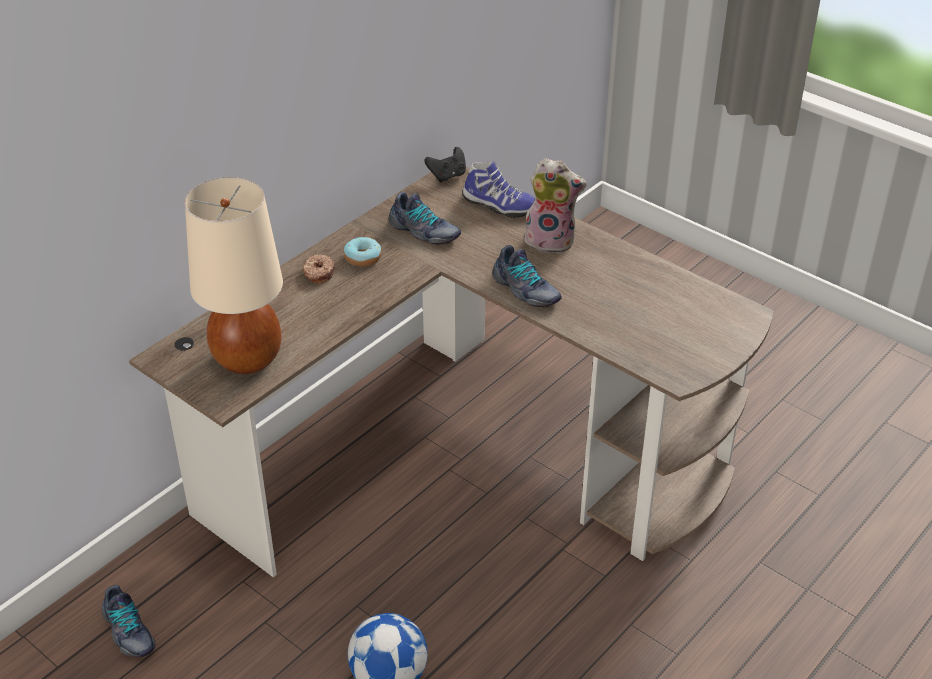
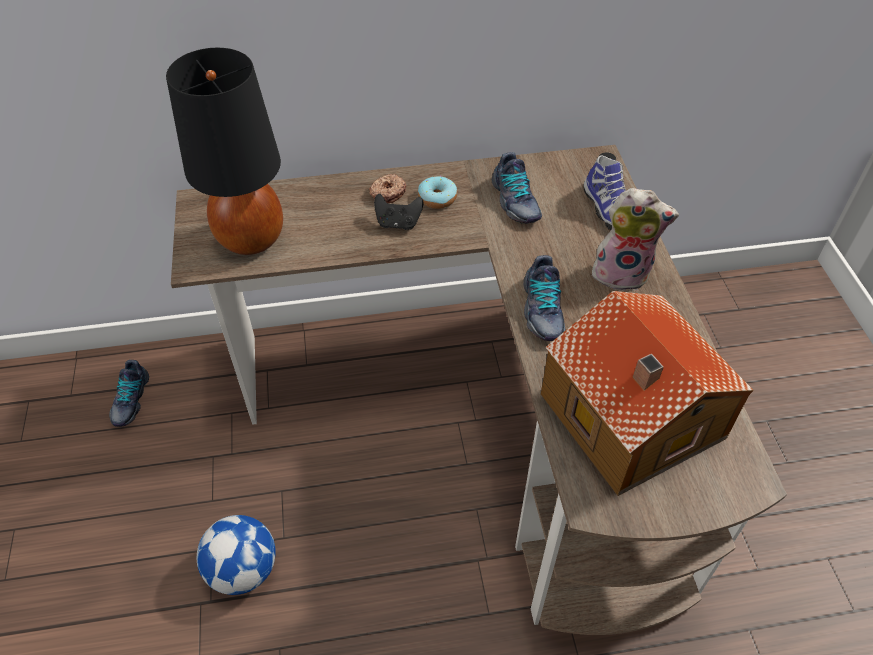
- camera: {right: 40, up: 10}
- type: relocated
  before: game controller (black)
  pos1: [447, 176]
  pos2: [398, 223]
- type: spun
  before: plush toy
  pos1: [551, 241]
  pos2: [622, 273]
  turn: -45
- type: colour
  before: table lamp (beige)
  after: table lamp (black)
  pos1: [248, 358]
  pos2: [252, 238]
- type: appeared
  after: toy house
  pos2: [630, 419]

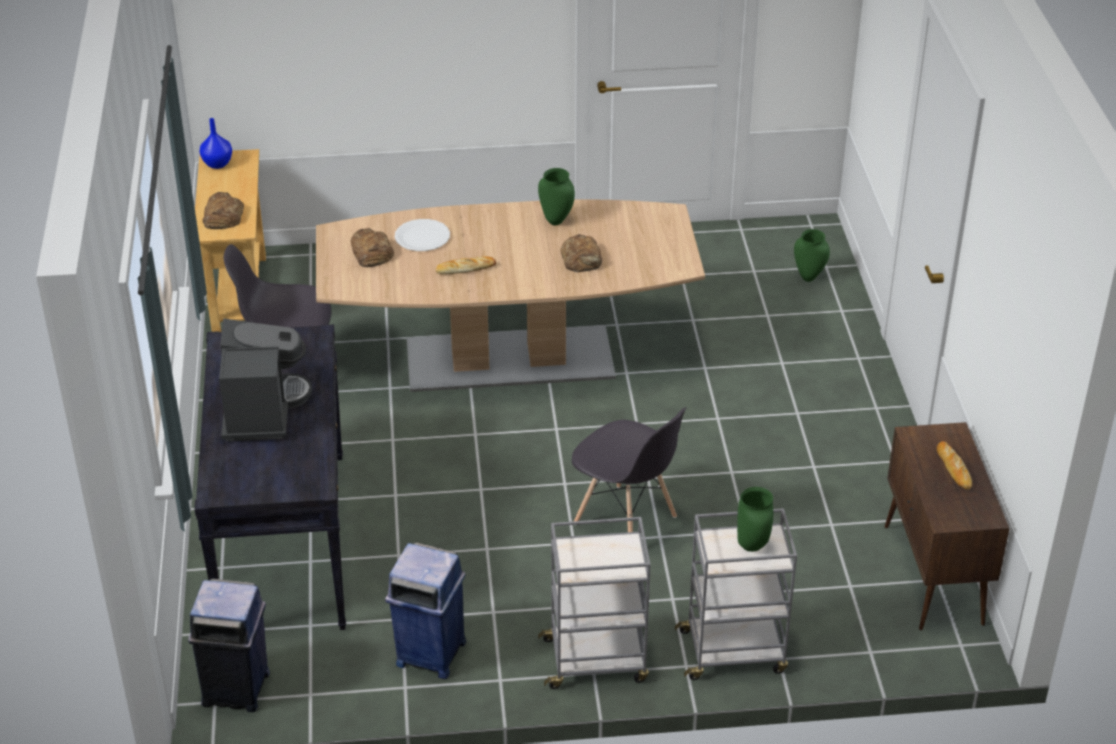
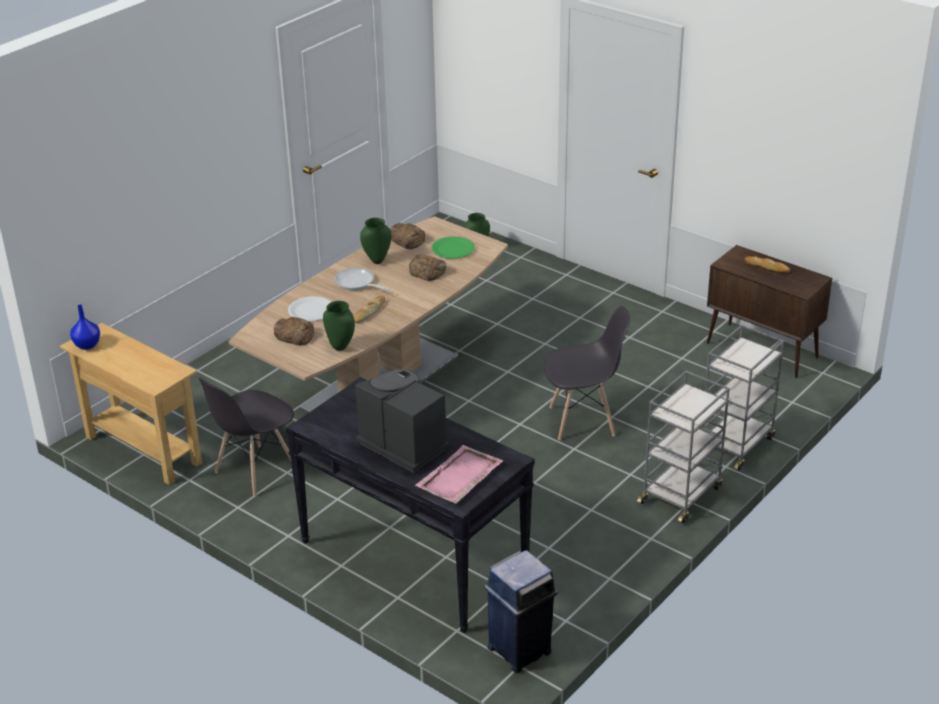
- camera: {right: -45, up: -5}
- type: relocated
  before: bread
  pos1: [223, 216]
  pos2: [407, 240]
- type: relocated
  before: vase (green)
  pos1: [751, 546]
  pos2: [340, 347]
- type: missing
  before: trash can (blue)
  pos1: [430, 653]
- type: appeared
  after: plate (green)
  pos2: [452, 249]
- type: appeared
  after: frying pan
  pos2: [357, 283]
- type: appeared
  after: tray (pink)
  pos2: [458, 477]

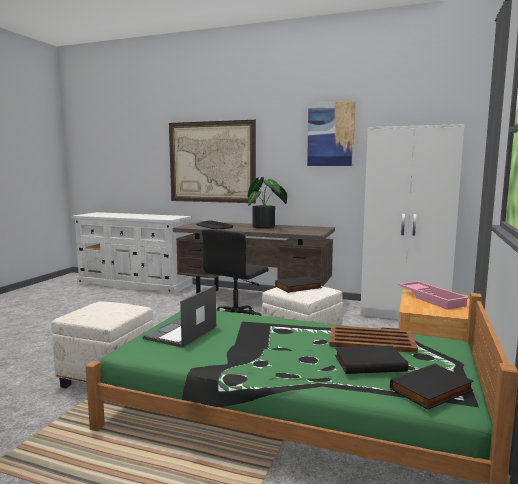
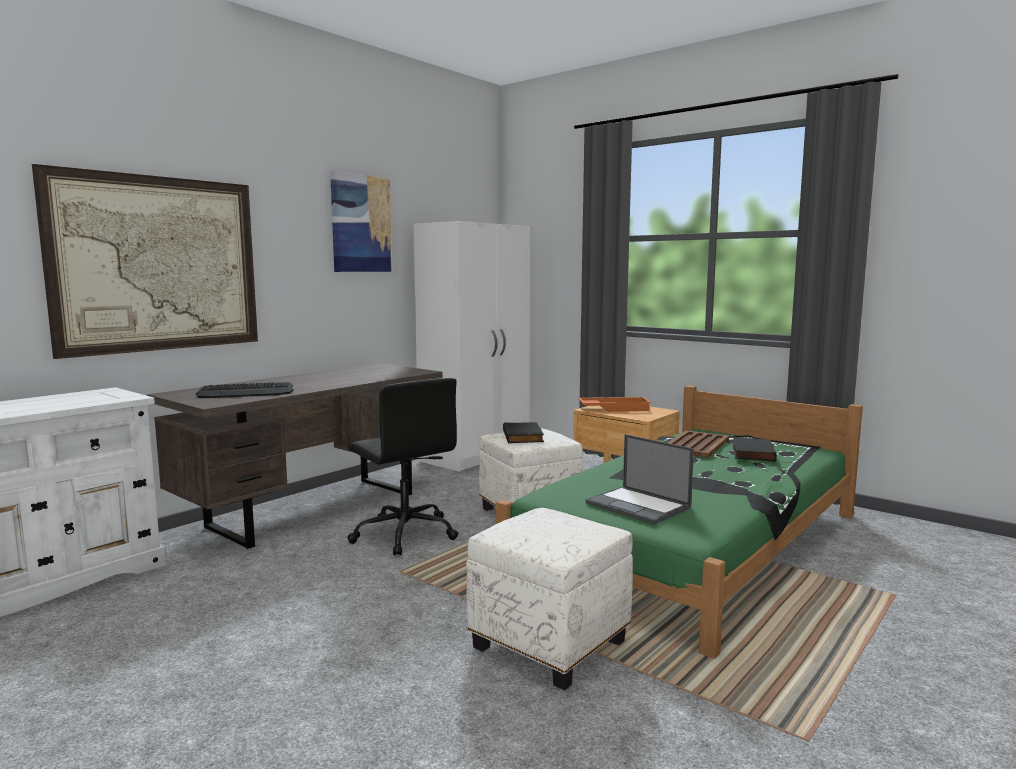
- camera: {right: -70, up: 0}
- type: missing
  before: potted plant
  pos1: [266, 227]
- type: colour
  before: tray (pink)
  after: tray (orange)
  pos1: [432, 299]
  pos2: [614, 408]
- type: missing
  before: book (black)
  pos1: [432, 391]

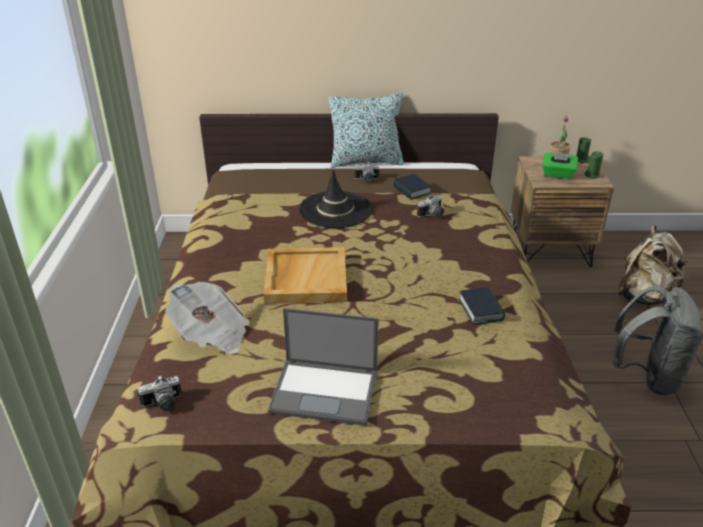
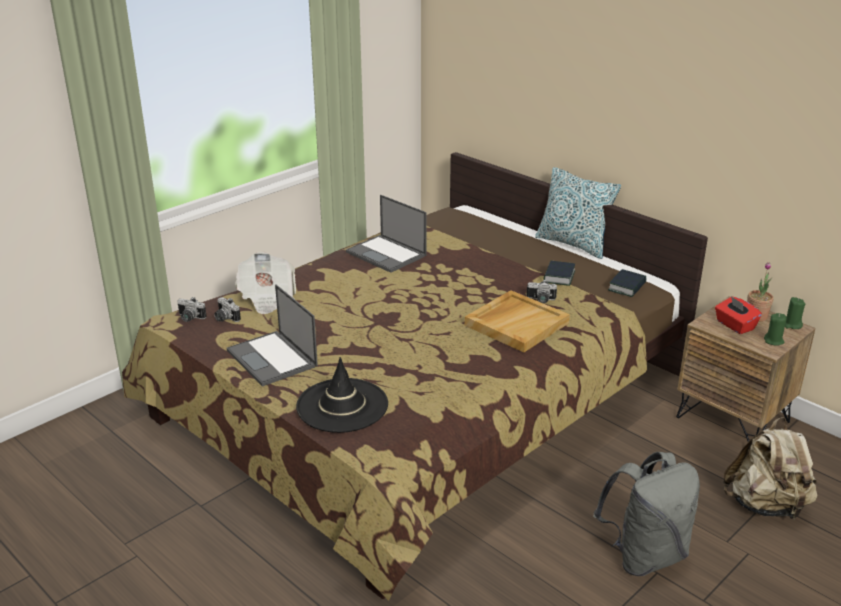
- camera: {right: 45, up: -5}
- type: colour
  before: tissue box (green)
  after: tissue box (red)
  pos1: [557, 175]
  pos2: [734, 325]
- type: relocated
  before: photo camera
  pos1: [366, 180]
  pos2: [225, 318]
- type: relocated
  before: hat (black)
  pos1: [335, 210]
  pos2: [342, 406]
- type: relocated
  before: tray (beige)
  pos1: [305, 278]
  pos2: [516, 323]
- type: relocated
  before: book
  pos1: [481, 310]
  pos2: [627, 287]
- type: appeared
  after: laptop
  pos2: [387, 254]

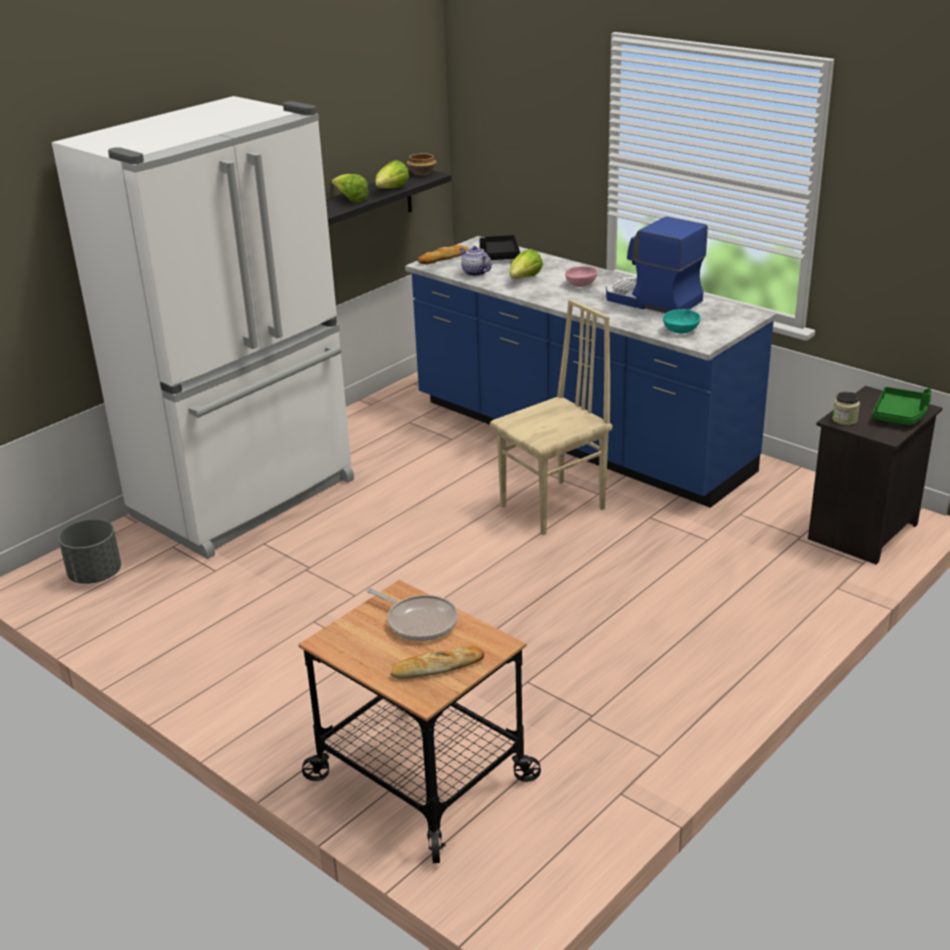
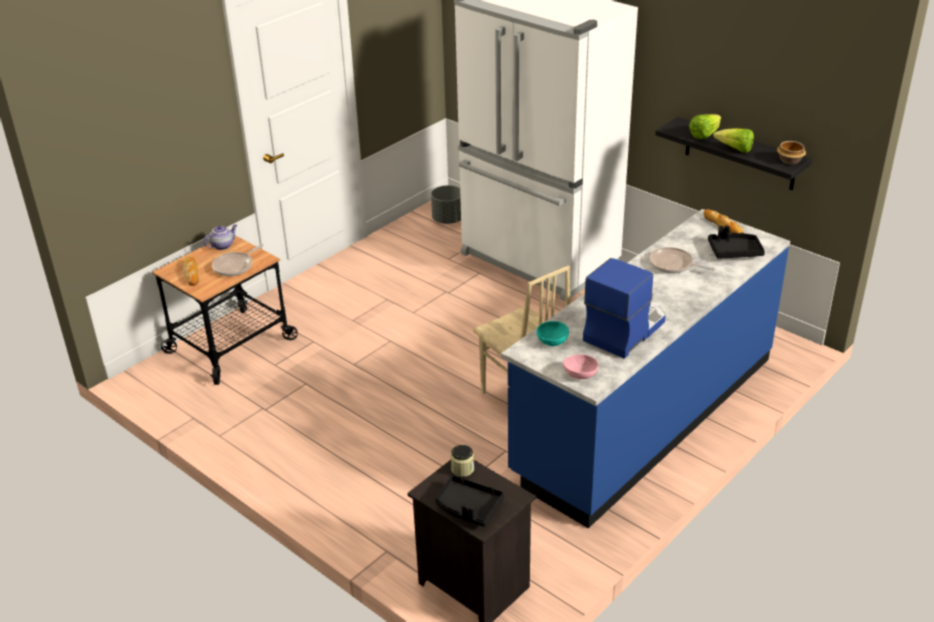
- camera: {right: 90, up: 5}
- type: relocated
  before: teapot
  pos1: [474, 272]
  pos2: [222, 245]
- type: exchanged
  before: lettuce
  after: frying pan
  pos1: [524, 279]
  pos2: [673, 265]
- type: relocated
  before: bowl (pink)
  pos1: [580, 284]
  pos2: [580, 374]
- type: colour
  before: tray (green)
  after: tray (black)
  pos1: [900, 415]
  pos2: [468, 507]

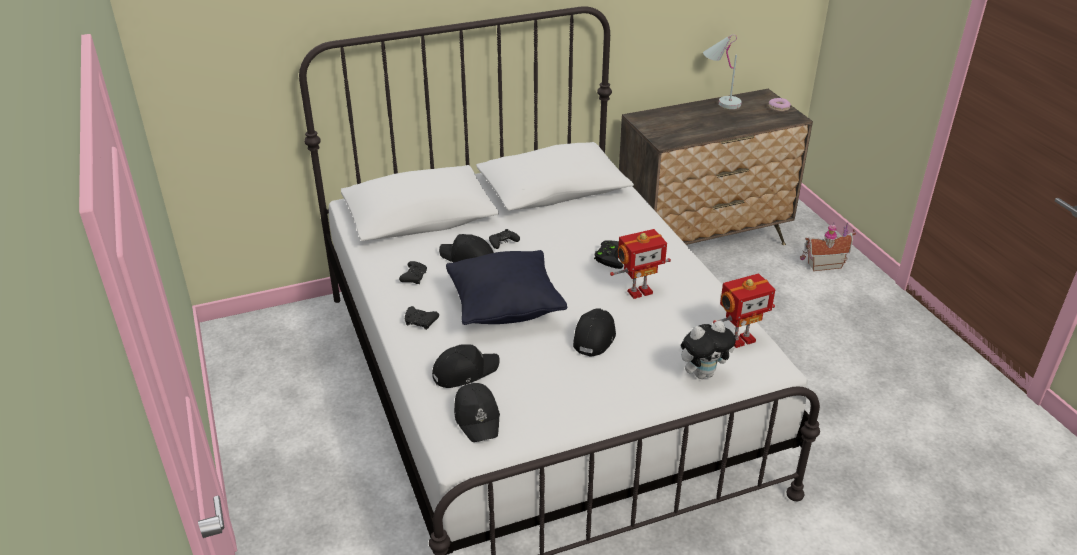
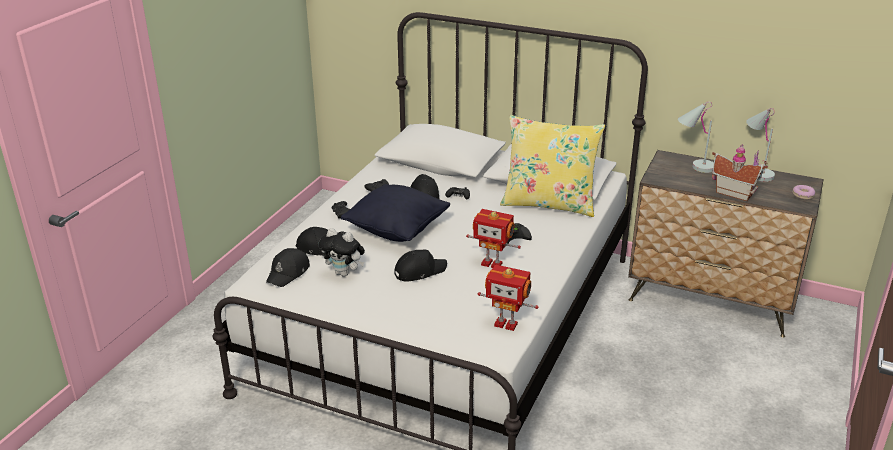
- camera: {right: 45, up: -5}
- type: relocated
  before: toy house
  pos1: [822, 264]
  pos2: [734, 192]
- type: relocated
  before: plush toy
  pos1: [703, 373]
  pos2: [344, 273]
- type: appeared
  after: table lamp (white)
  pos2: [692, 166]
- type: appeared
  after: pillow (yellow)
  pos2: [549, 203]

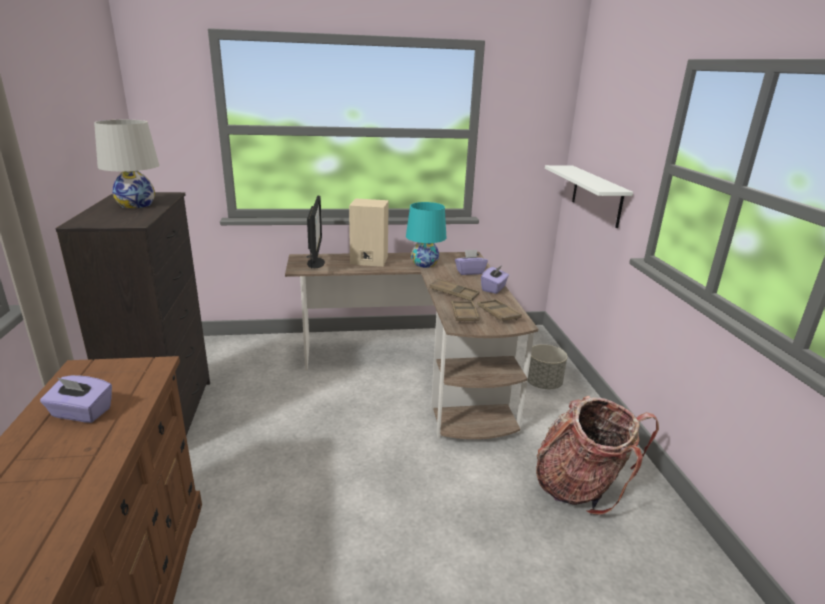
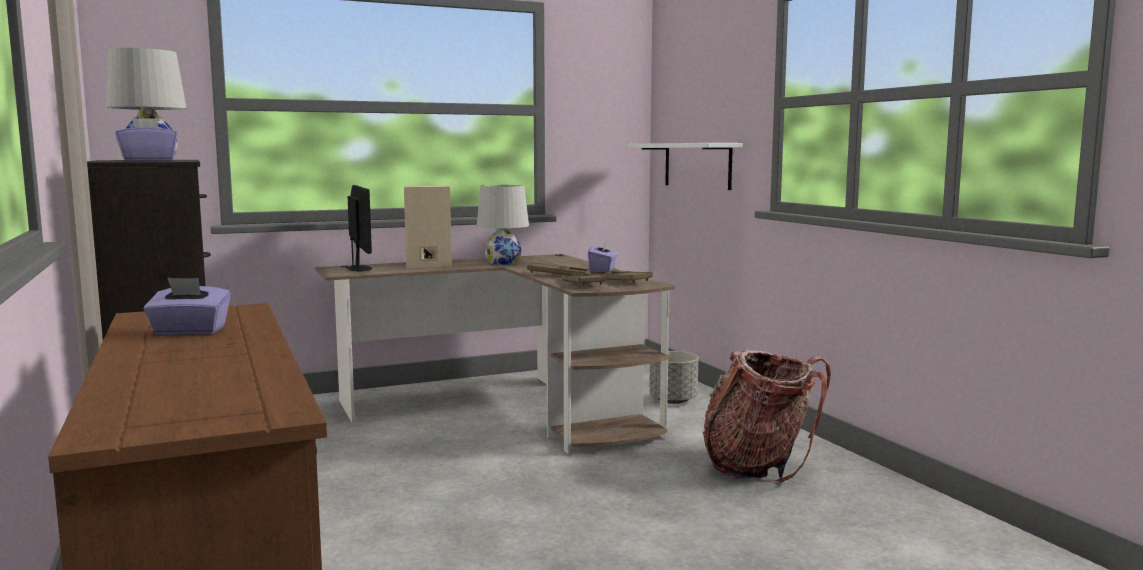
- camera: {right: -15, up: -15}
- type: colour
  before: table lamp (turquoise)
  after: table lamp (white)
  pos1: [424, 264]
  pos2: [503, 262]
- type: relocated
  before: tissue box (purple)
  pos1: [469, 272]
  pos2: [148, 160]

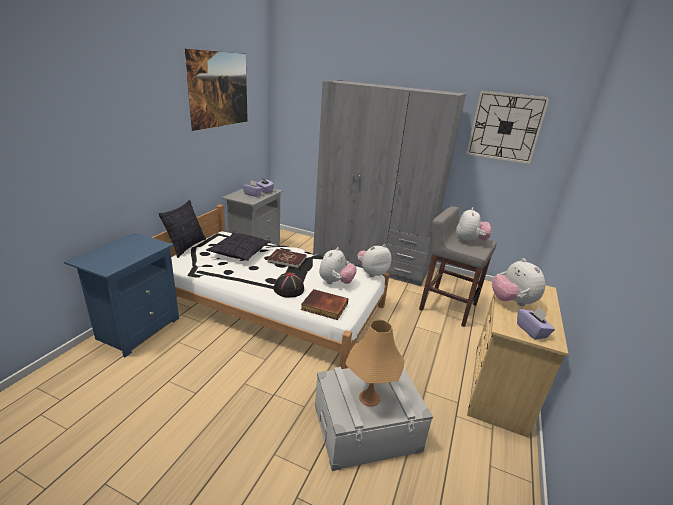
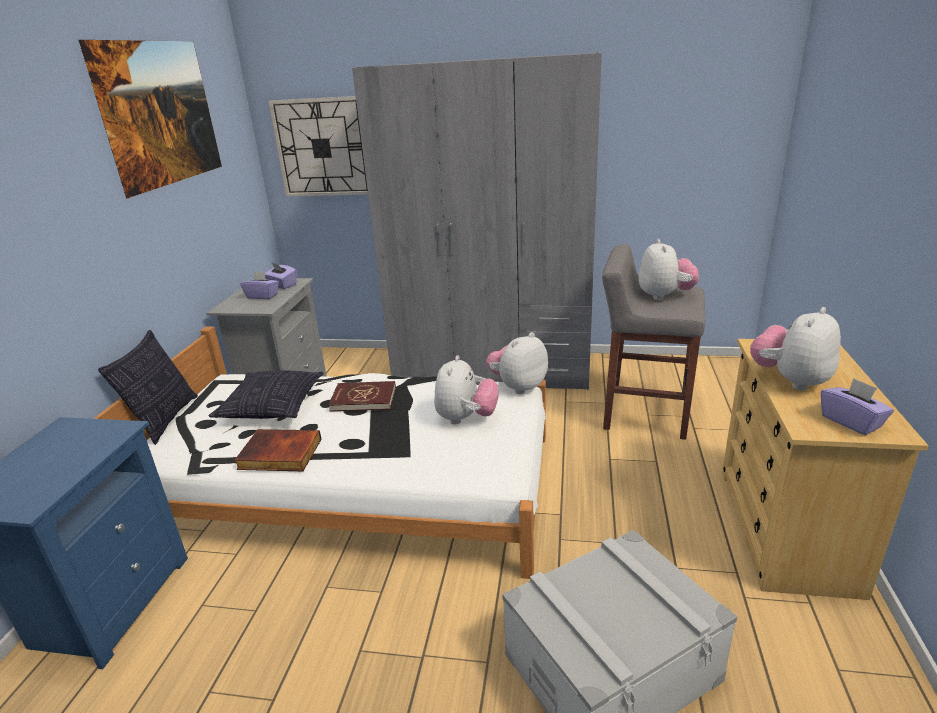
- camera: {right: -10, up: 0}
- type: relocated
  before: wall clock
  pos1: [505, 127]
  pos2: [322, 148]
- type: spun
  before: plush toy
  pos1: [512, 302]
  pos2: [790, 380]
  turn: 75
- type: missing
  before: hat (black)
  pos1: [289, 289]
- type: relocated
  before: book
  pos1: [324, 307]
  pos2: [279, 455]
- type: missing
  before: table lamp (orange)
  pos1: [369, 397]

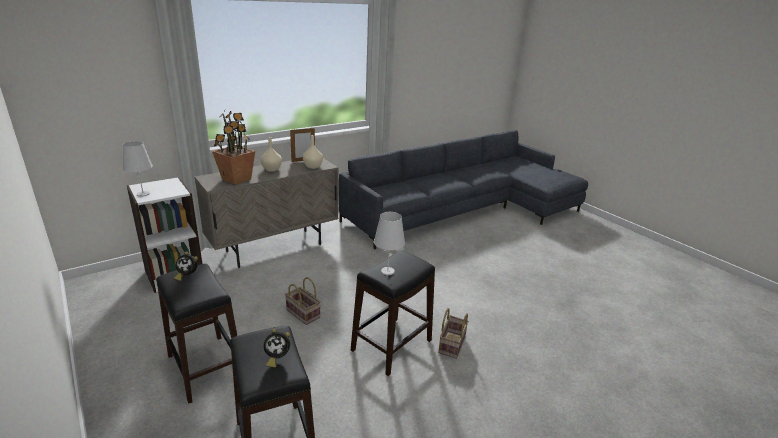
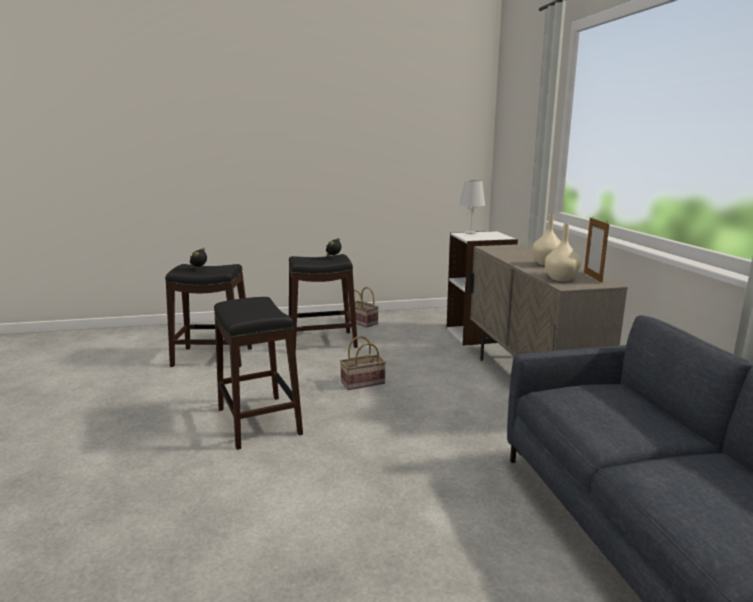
- camera: {right: 115, up: -10}
- type: missing
  before: potted plant
  pos1: [237, 179]
- type: missing
  before: table lamp (white)
  pos1: [388, 271]
- type: relocated
  before: basket
  pos1: [451, 344]
  pos2: [363, 322]

